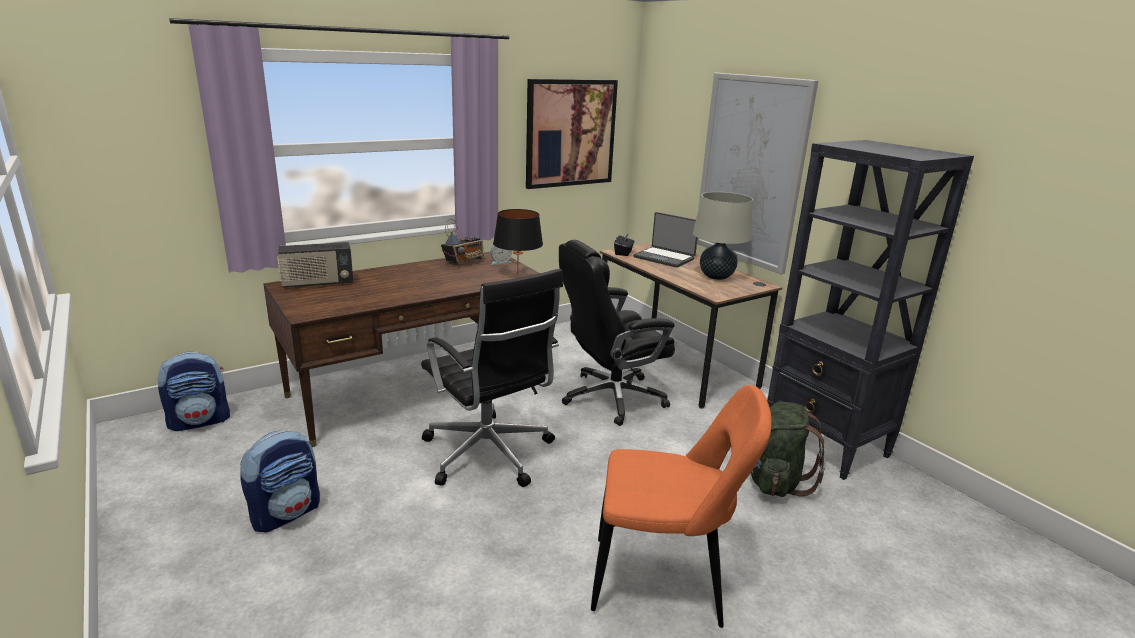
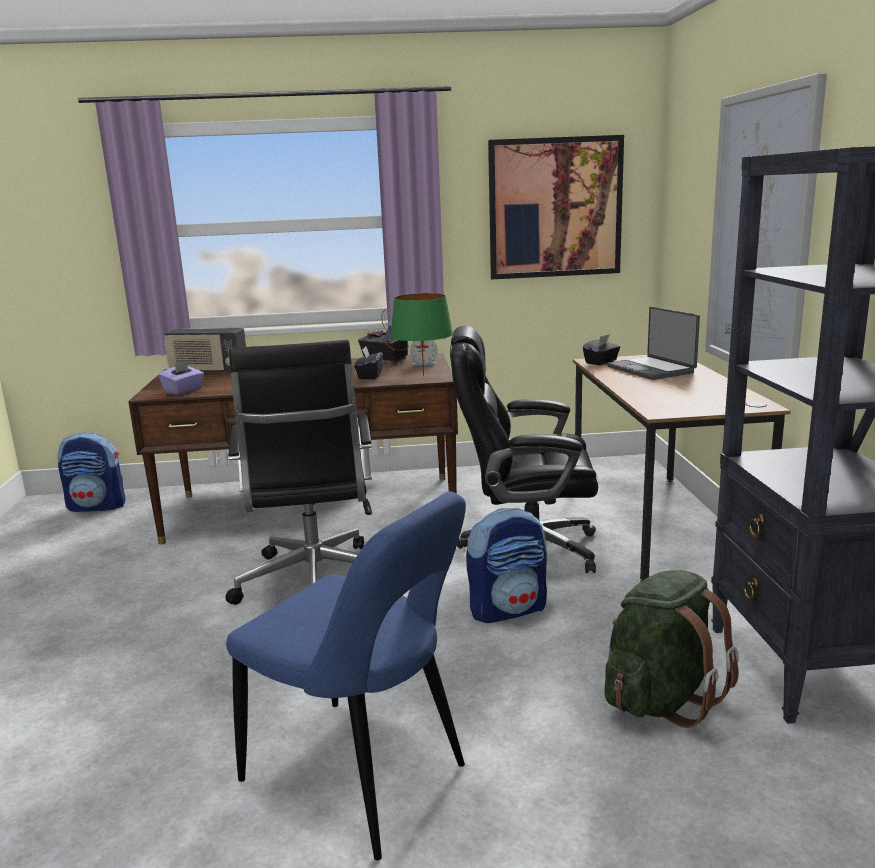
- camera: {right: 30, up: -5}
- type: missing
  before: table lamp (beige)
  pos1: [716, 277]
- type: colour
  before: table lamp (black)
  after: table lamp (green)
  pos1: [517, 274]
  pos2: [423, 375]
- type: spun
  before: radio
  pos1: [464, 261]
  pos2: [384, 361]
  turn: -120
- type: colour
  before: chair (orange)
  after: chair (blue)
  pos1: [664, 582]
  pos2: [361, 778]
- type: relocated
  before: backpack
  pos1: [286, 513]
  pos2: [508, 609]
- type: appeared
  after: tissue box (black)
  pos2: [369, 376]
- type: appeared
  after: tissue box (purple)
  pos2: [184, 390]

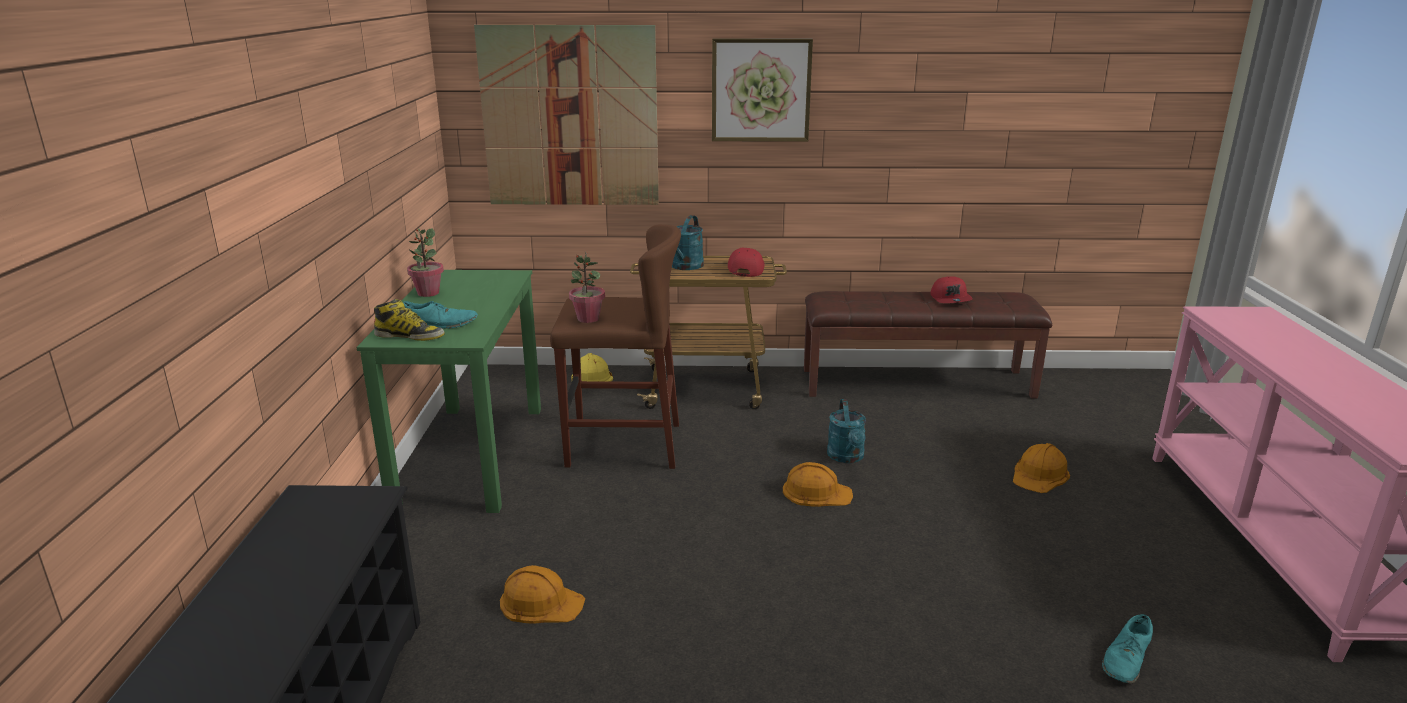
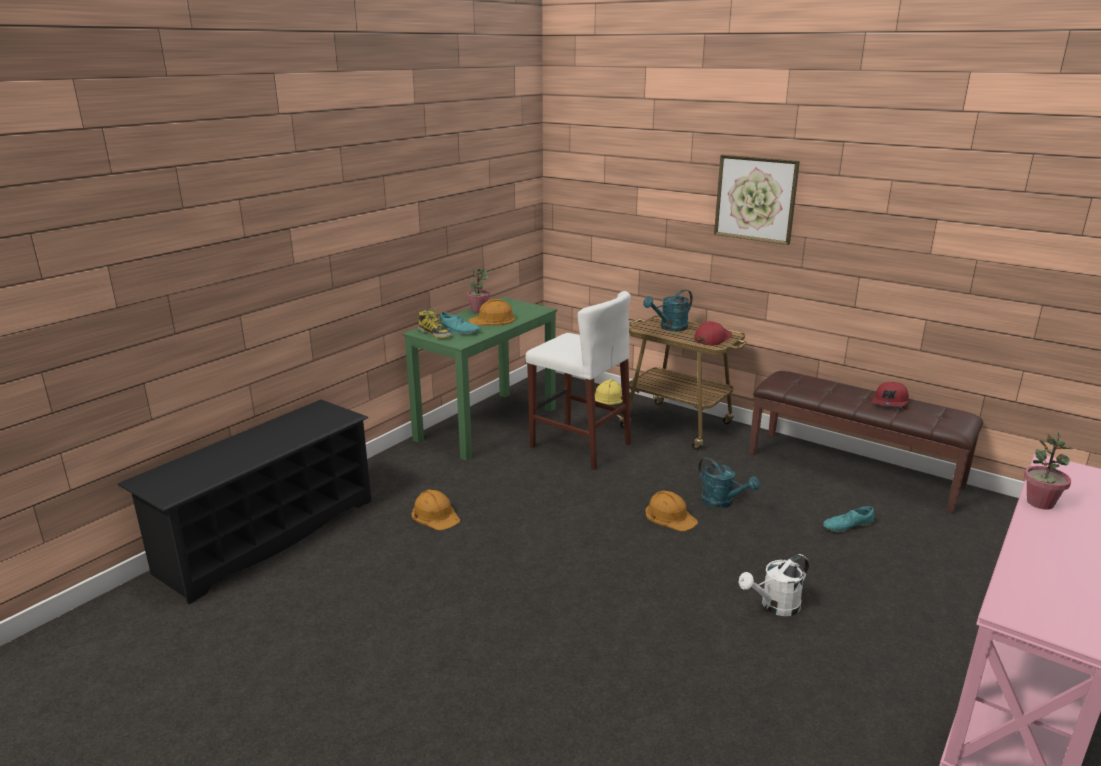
- camera: {right: 35, up: 0}
- type: missing
  before: picture
  pos1: [570, 117]
- type: colour
  before: stool (brown)
  after: stool (white)
  pos1: [623, 445]
  pos2: [580, 445]
- type: relocated
  before: potted plant
  pos1: [588, 319]
  pos2: [1039, 503]
- type: spun
  before: watering can (turquoise)
  pos1: [847, 457]
  pos2: [722, 502]
  turn: -75
- type: relocated
  before: hard hat (orange)
  pos1: [1040, 475]
  pos2: [492, 320]
- type: relocated
  before: shoe (turquoise)
  pos1: [1126, 659]
  pos2: [847, 526]
- type: appeared
  after: watering can (white)
  pos2: [774, 606]

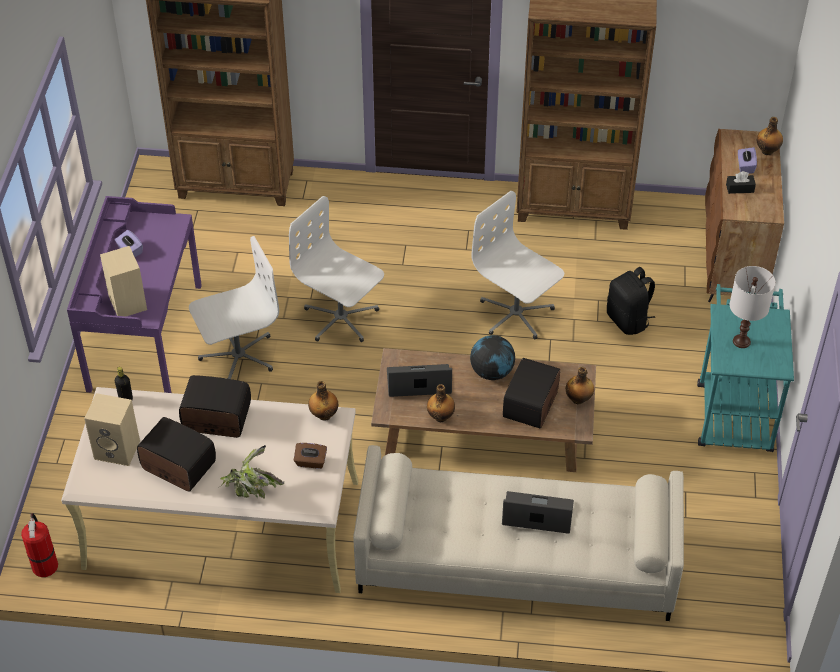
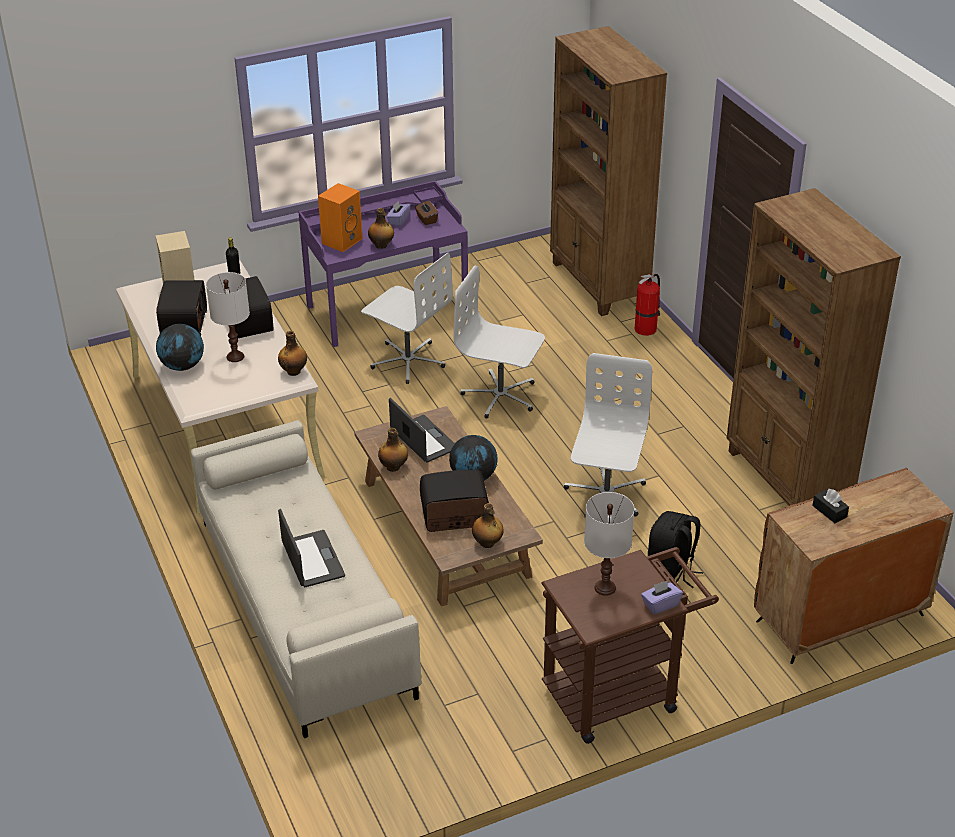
- camera: {right: 60, up: -10}
- type: relocated
  before: bottle
  pos1: [767, 151]
  pos2: [381, 245]
- type: relocated
  before: tissue box (purple)
  pos1: [745, 166]
  pos2: [660, 605]
- type: spun
  before: office chair (white)
  pos1: [340, 319]
  pos2: [500, 396]
  turn: -75
- type: colour
  before: speaker (beige)
  after: speaker (orange)
  pos1: [126, 302]
  pos2: [342, 240]
- type: colour
  before: cart (turquoise)
  after: cart (brown)
  pos1: [733, 409]
  pos2: [620, 692]
- type: relocated
  before: tissue box (brown)
  pos1: [310, 462]
  pos2: [426, 219]
- type: exchanged
  before: potted plant
  after: globe
  pos1: [250, 491]
  pos2: [183, 366]
- type: relocated
  before: fire extinguisher
  pos1: [44, 565]
  pos2: [646, 328]
- type: appeared
  after: table lamp (white)
  pos2: [235, 356]

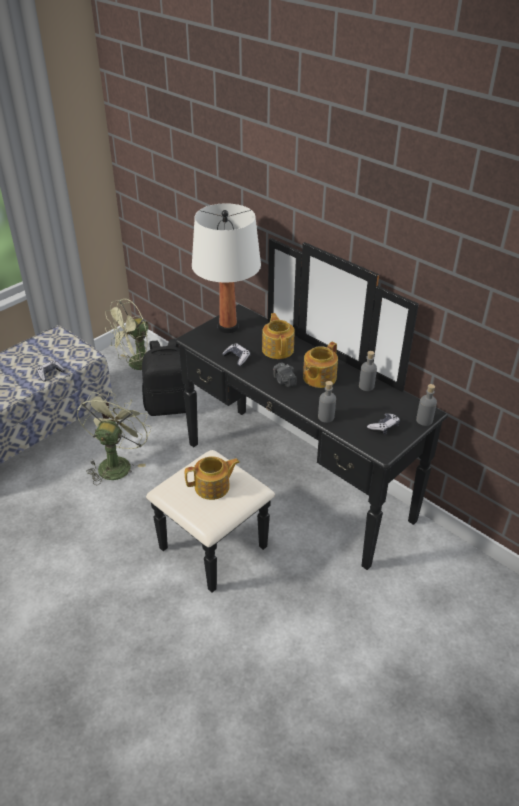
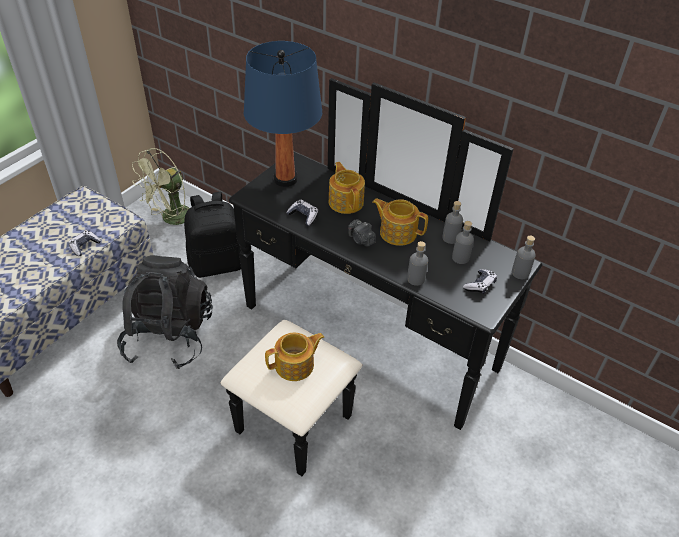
- camera: {right: -10, up: 5}
- type: colour
  before: table lamp (white)
  after: table lamp (blue)
  pos1: [227, 327]
  pos2: [285, 179]
- type: spun
  before: teapot
  pos1: [318, 378]
  pos2: [397, 232]
  turn: 90
- type: exchanged
  before: fan (green)
  after: backpack (black)
  pos1: [116, 463]
  pos2: [169, 336]
- type: appeared
  after: bottle (grey)
  pos2: [460, 258]

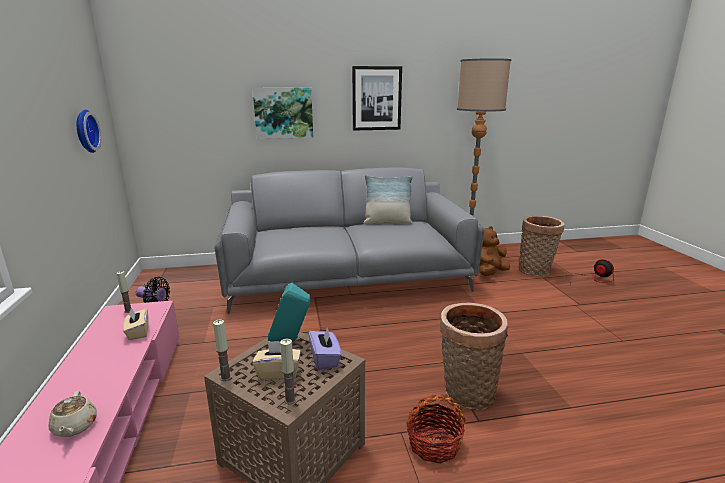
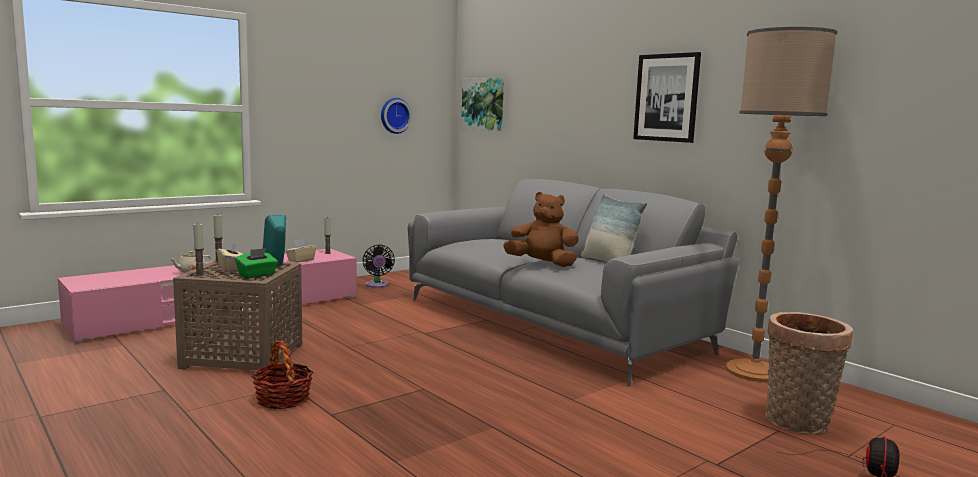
- camera: {right: 60, up: -10}
- type: relocated
  before: picture
  pos1: [283, 113]
  pos2: [483, 104]
- type: relocated
  before: plush toy (brown)
  pos1: [490, 273]
  pos2: [542, 264]
- type: missing
  before: basket
  pos1: [466, 393]
- type: colour
  before: tissue box (purple)
  after: tissue box (green)
  pos1: [325, 359]
  pos2: [257, 275]

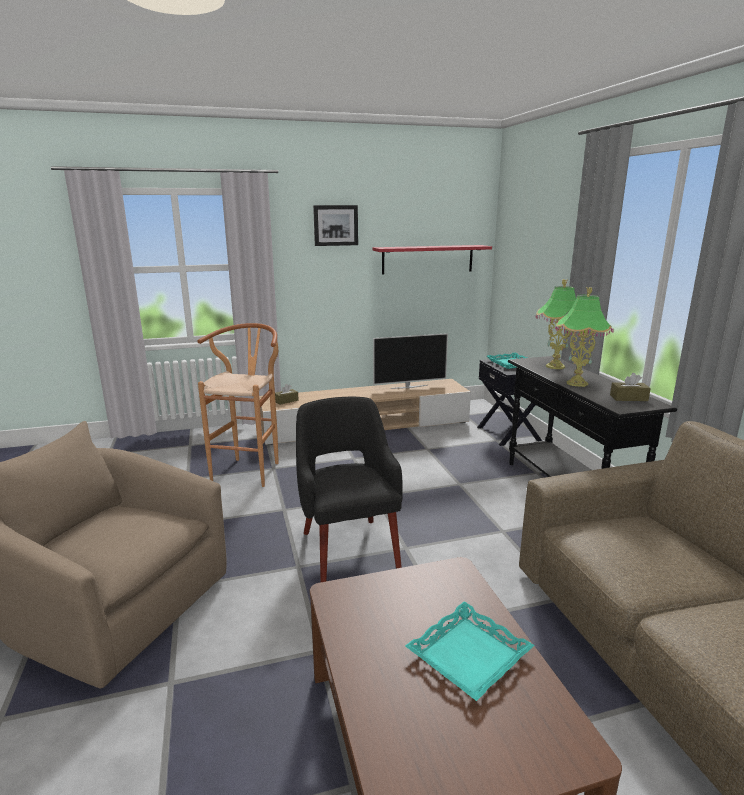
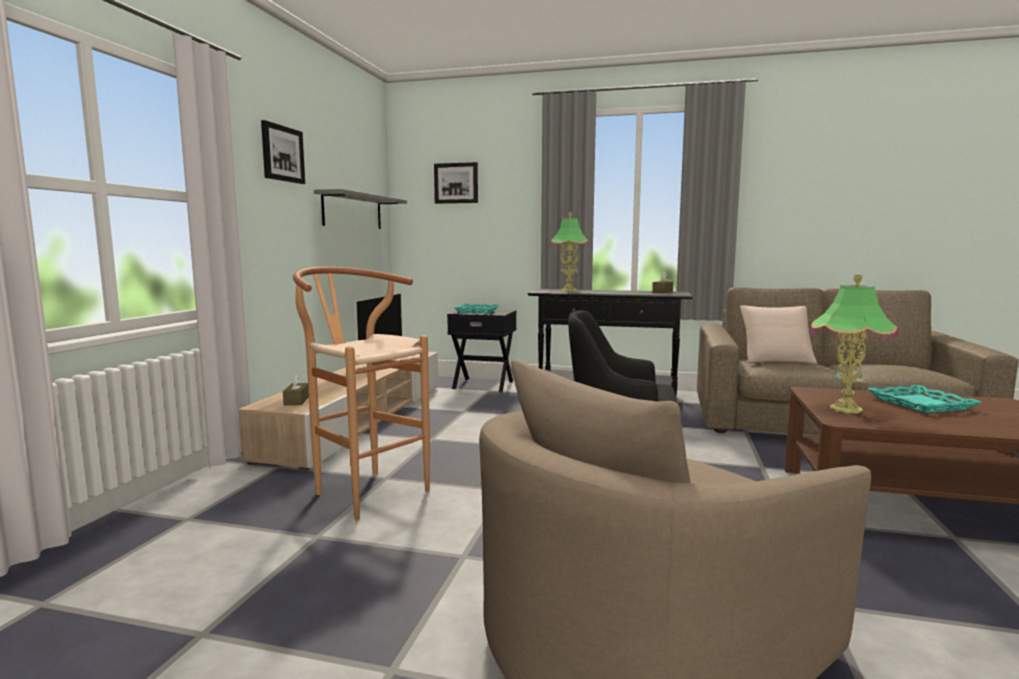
- camera: {right: -60, up: -10}
- type: colour
  before: shelf (red)
  after: shelf (grey)
  pos1: [427, 259]
  pos2: [353, 211]
- type: relocated
  before: table lamp
  pos1: [576, 383]
  pos2: [845, 409]
- type: appeared
  after: picture
  pos2: [456, 183]
- type: appeared
  after: pillow (beige)
  pos2: [775, 359]

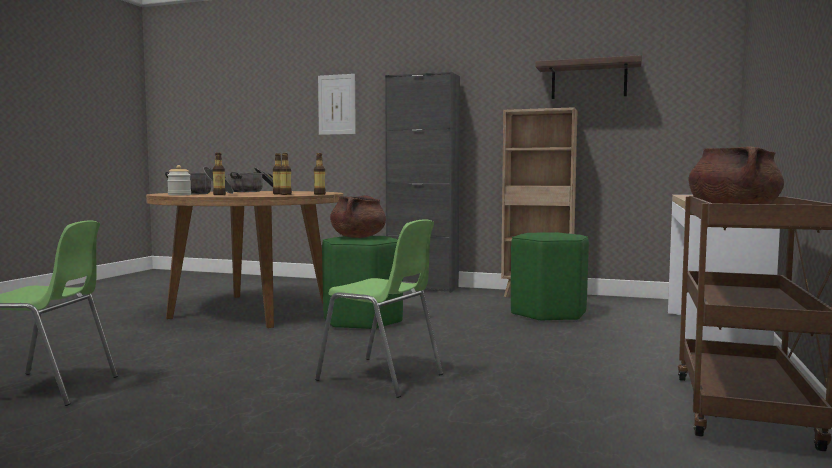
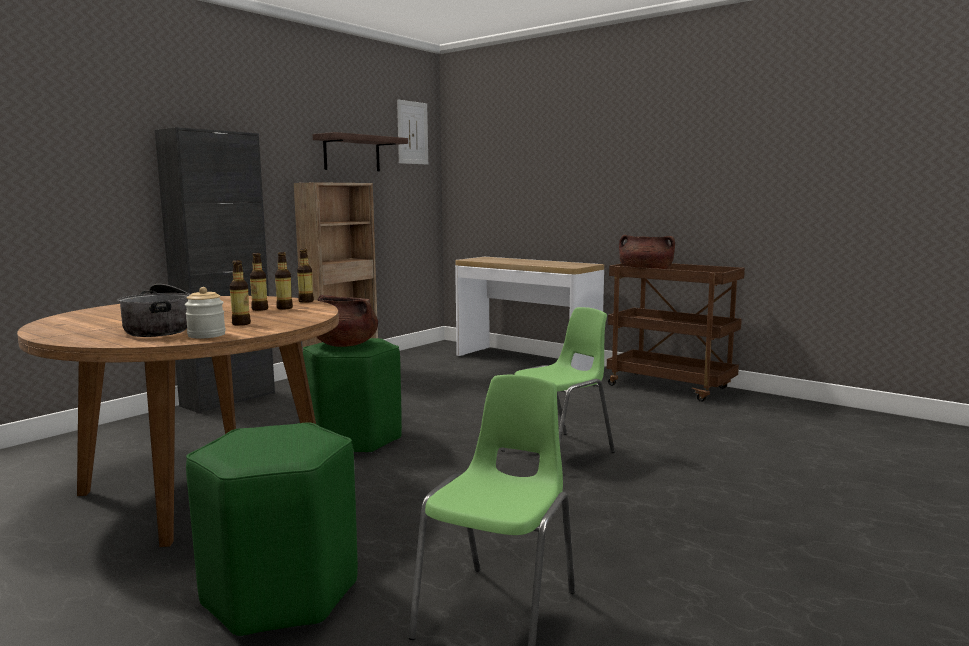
- camera: {right: -70, up: 5}
- type: relocated
  before: picture
  pos1: [337, 104]
  pos2: [412, 133]
- type: missing
  before: cooking pot
  pos1: [253, 191]
- type: relocated
  before: stool (green)
  pos1: [549, 314]
  pos2: [281, 592]

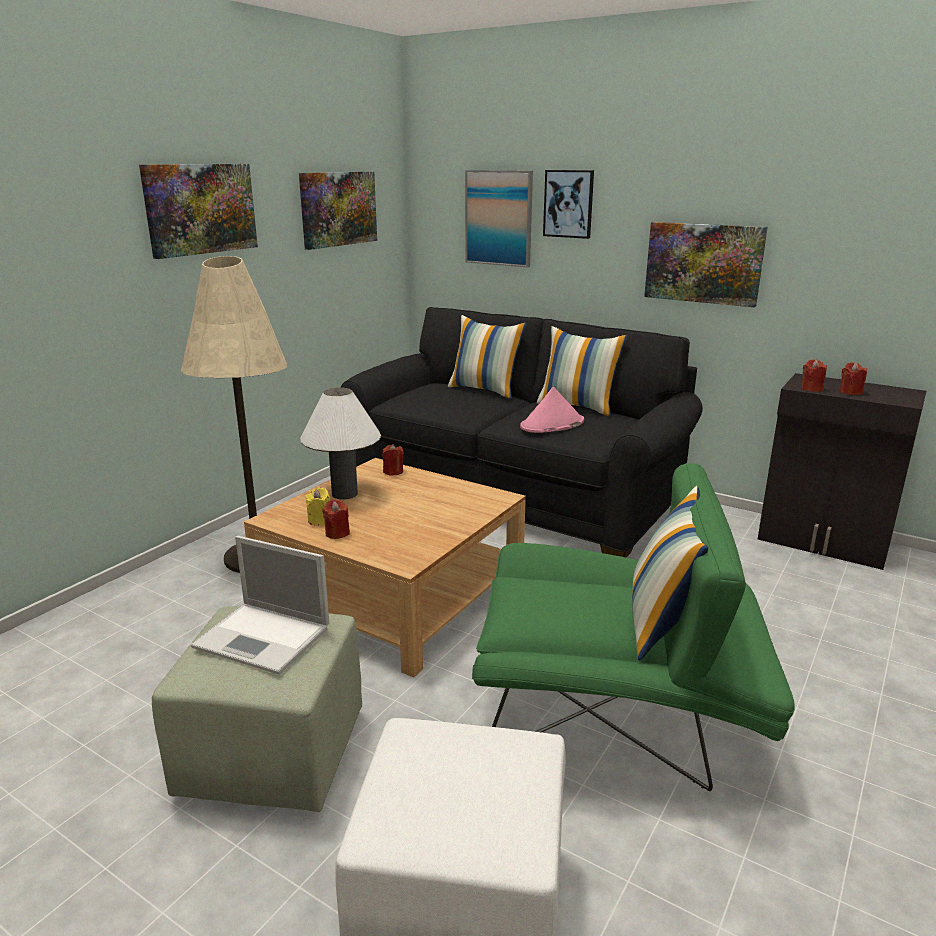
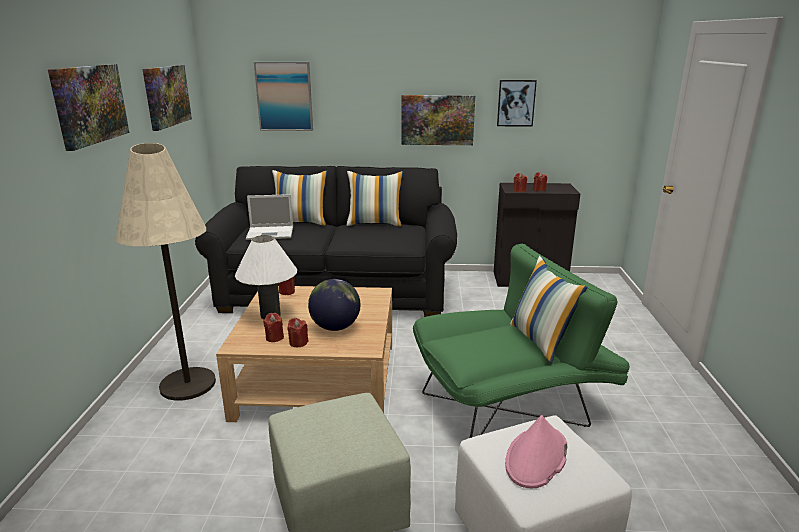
- camera: {right: -30, up: 0}
- type: relocated
  before: picture
  pos1: [568, 204]
  pos2: [516, 103]
- type: relocated
  before: hat (pink)
  pos1: [552, 424]
  pos2: [536, 457]
- type: colour
  before: candle (yellow)
  after: candle (red)
  pos1: [319, 520]
  pos2: [274, 337]
- type: relocated
  before: laptop
  pos1: [264, 638]
  pos2: [271, 233]
- type: appeared
  after: globe
  pos2: [335, 327]

